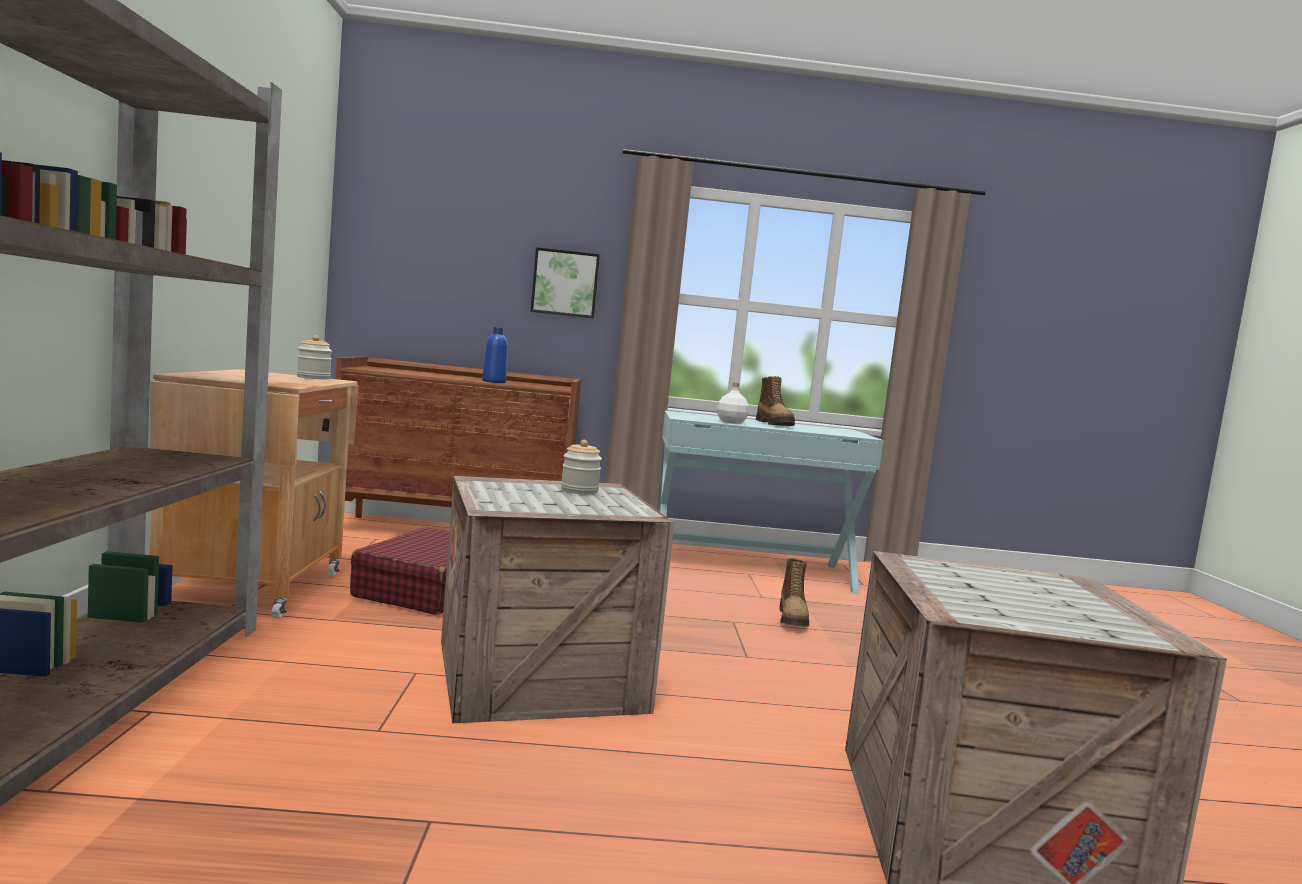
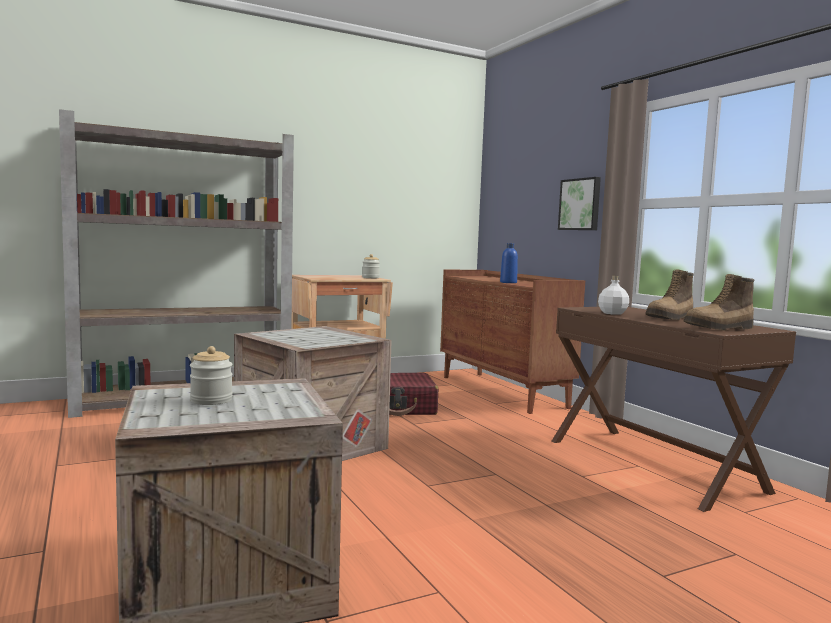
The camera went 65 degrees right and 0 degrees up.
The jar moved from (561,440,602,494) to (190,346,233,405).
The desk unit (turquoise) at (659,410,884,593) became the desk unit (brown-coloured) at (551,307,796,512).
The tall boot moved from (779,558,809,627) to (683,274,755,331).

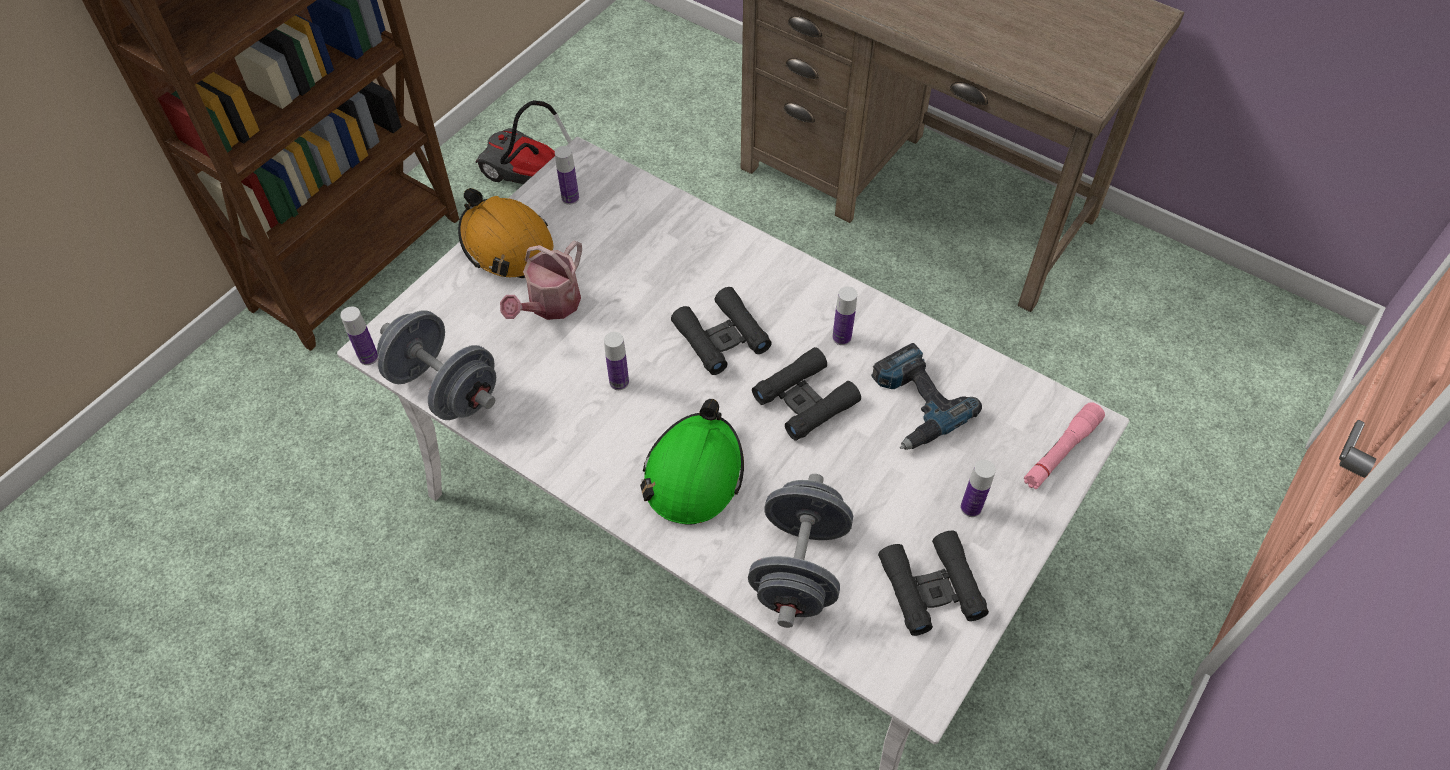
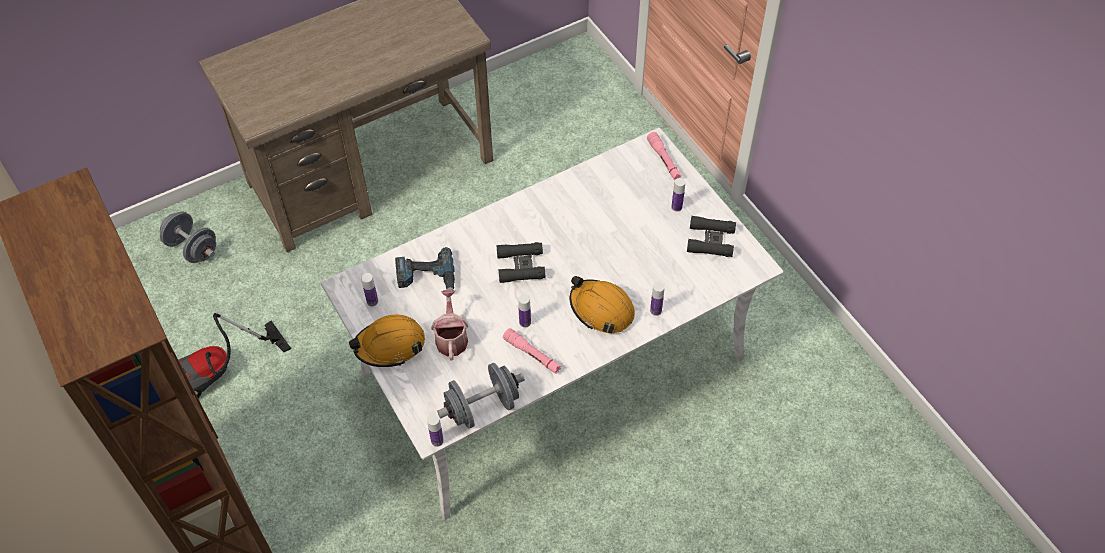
The camera went 65 degrees left and 0 degrees up.
The sprinkling can at (500,241,582,320) turned 150 degrees counterclockwise.
The hard hat (greenish) at (640,399,744,524) became the hard hat (orange-coloured) at (570,276,635,334).
The hand weight (grey) moved from (748,474,853,628) to (160,211,216,263).
The pair of binoculars (blackish) at (752,347,861,441) disappeared.
The bottle moved from (832,286,857,345) to (650,282,665,316).
The electric drill moved from (871,343,982,450) to (395,247,455,290).
The hand torch (pink) at (503,328,561,374) appeared.

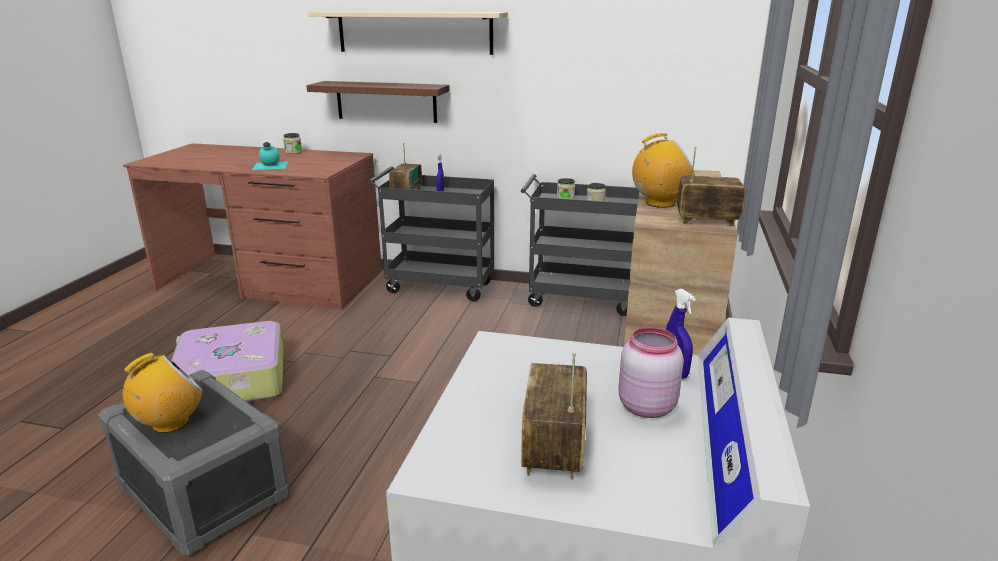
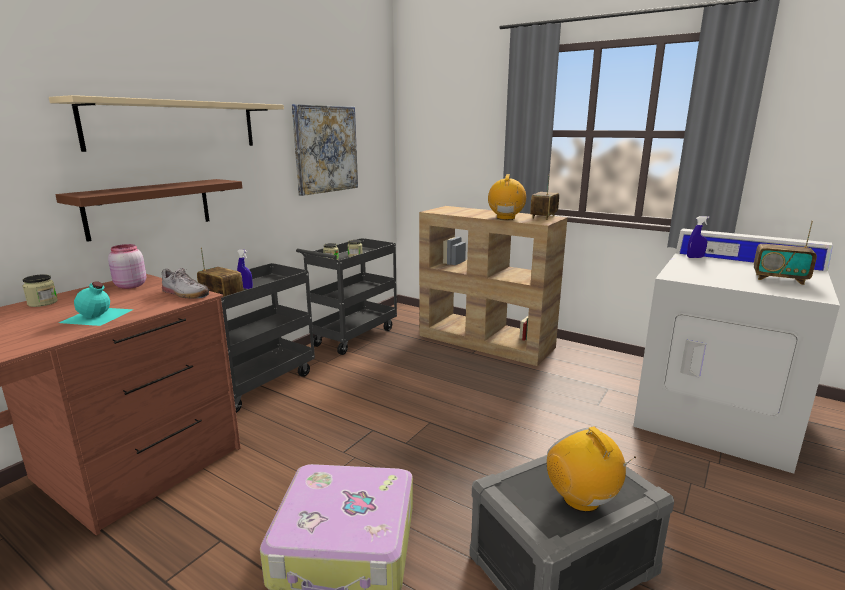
The camera went 70 degrees left and 5 degrees down.
The jar (pink) moved from (618,327,684,418) to (108,244,146,289).
The low shoe at (162,268,209,298) appeared.
The wall picture at (292,104,358,196) appeared.

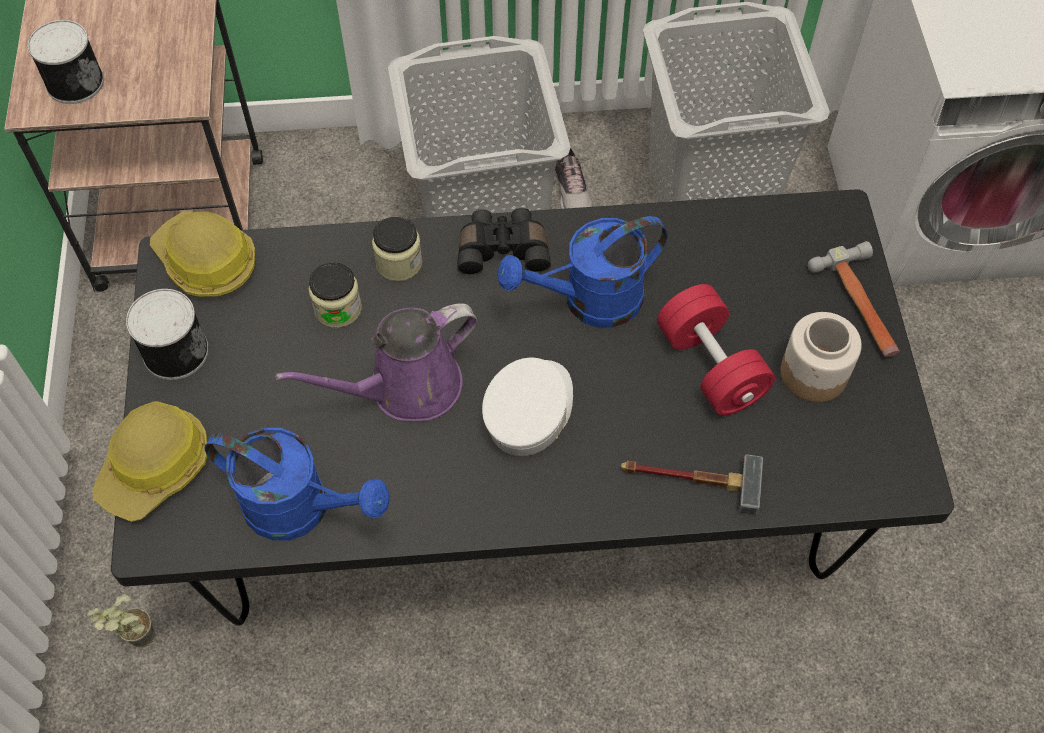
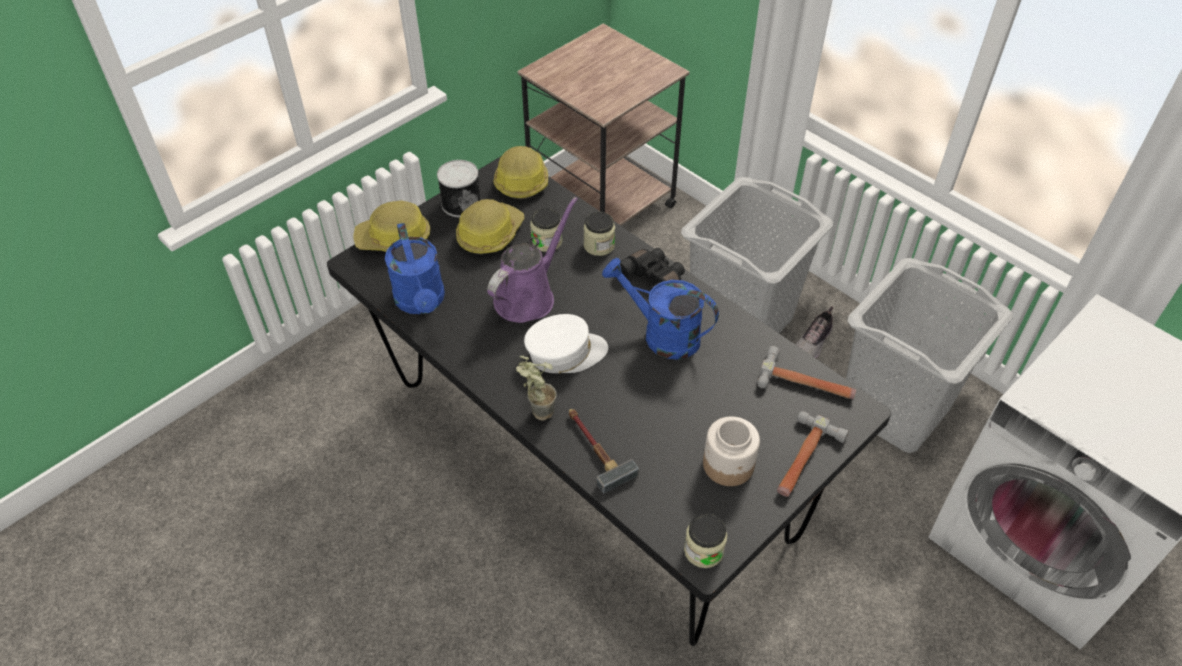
The camera went 50 degrees right and 10 degrees down.
The can at (27,20,104,104) disappeared.
The potted plant moved from (87,594,155,647) to (516,356,557,421).
The sprinkling can (purple-coloured) at (275,303,478,421) turned 105 degrees clockwise.
The hand weight (reddish) at (657,284,775,416) disappeared.
The hard hat at (456,199,524,254) appeared.
The jar at (684,513,727,568) appeared.
The tool hammer at (757,346,856,399) appeared.

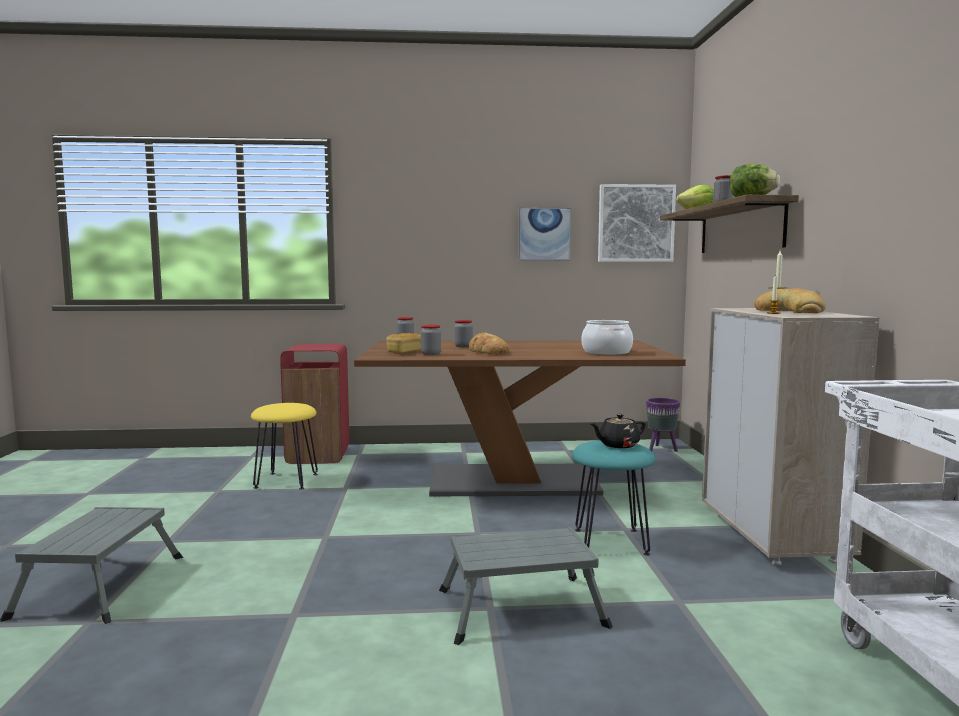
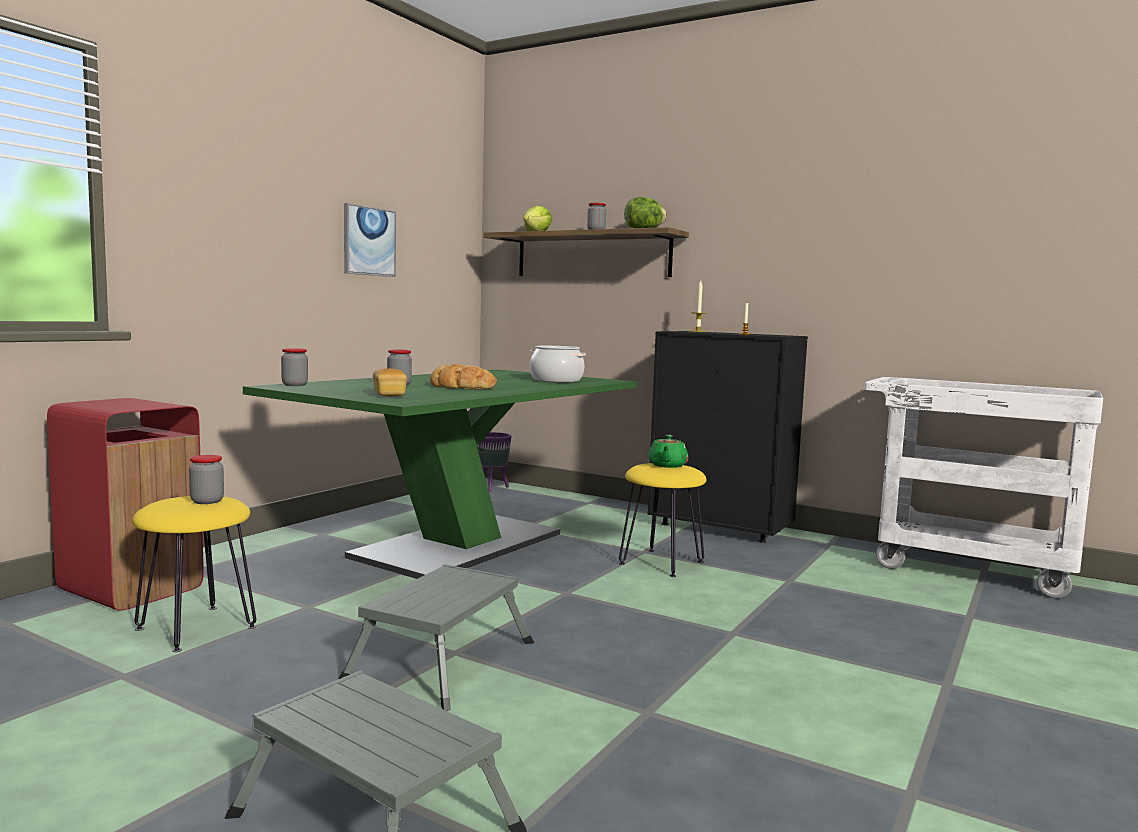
The camera went 55 degrees left and 0 degrees up.
The dinner table (brown-coloured) at (354,340,686,496) became the dinner table (greenish) at (243,370,637,579).
The jar moved from (421,325,441,355) to (189,455,224,504).
The step stool (grey) moved from (439,527,613,645) to (339,564,534,711).
The stool (turquoise) at (572,440,655,556) became the stool (yellow) at (619,463,706,577).
The tea pot (blackish) at (590,414,645,448) became the tea pot (greenish) at (648,435,688,468).
The wall picture at (598,184,676,262) disappeared.
The storage cabinet (beige) at (702,308,879,565) became the storage cabinet (blackish) at (648,331,808,543).
The bread at (754,288,826,314) disappeared.

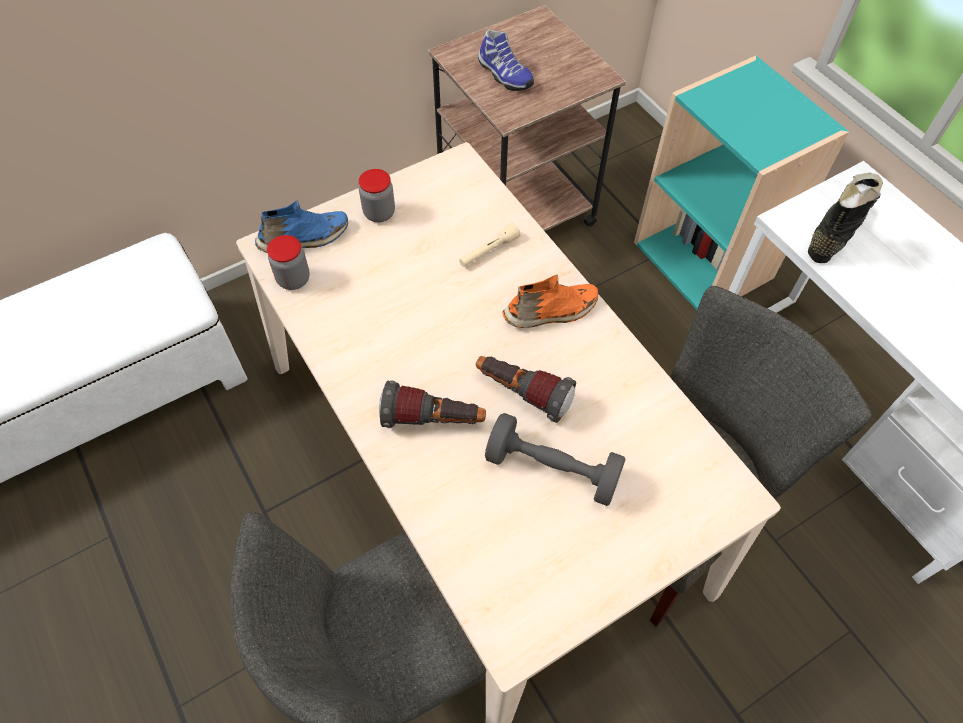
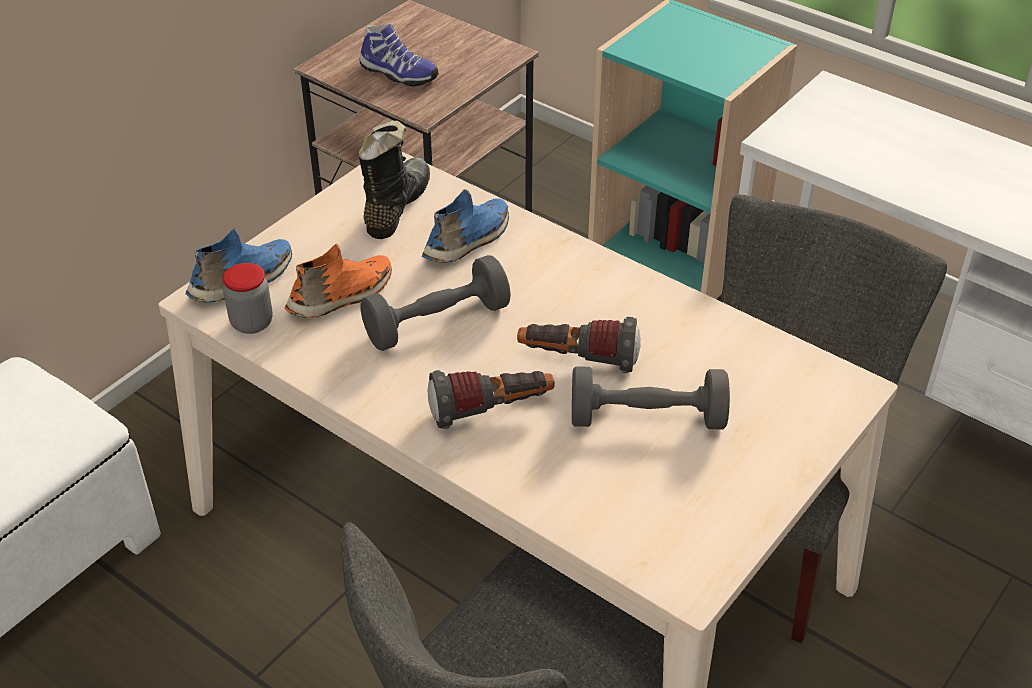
The camera went 20 degrees left and 15 degrees down.
The jar at (359,169,395,222) disappeared.
The hand torch (beige) at (459,223,520,267) was replaced by the low shoe (blue-coloured) at (422,189,509,263).
The low shoe (orange-coloured) moved from (502,275,598,328) to (285,243,392,318).
The tall boot (blackish) moved from (808,172,883,263) to (358,121,430,239).
The hand weight (grey) at (360,255,511,351) appeared.

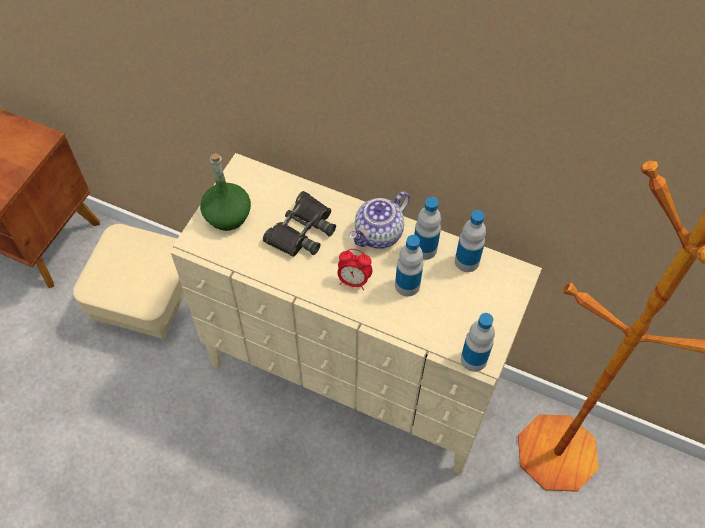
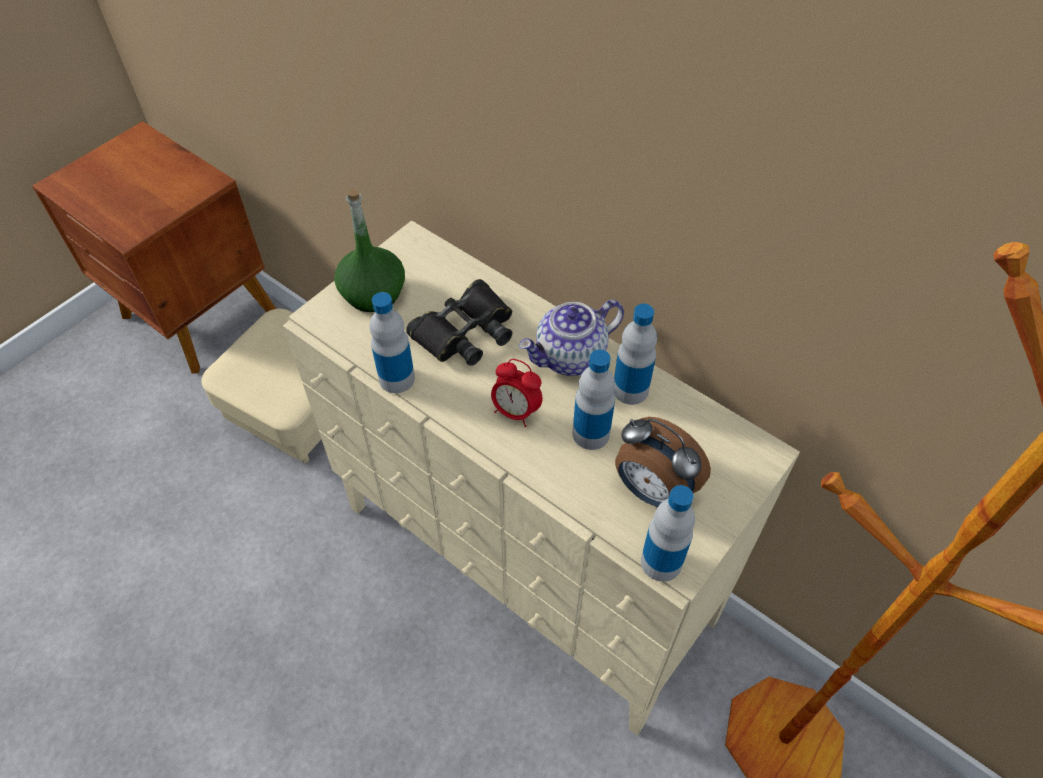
The camera went 15 degrees right and 5 degrees down.
The bottle moved from (455,210,486,272) to (369,292,415,393).
The bedside clock at (615,417,711,507) appeared.

